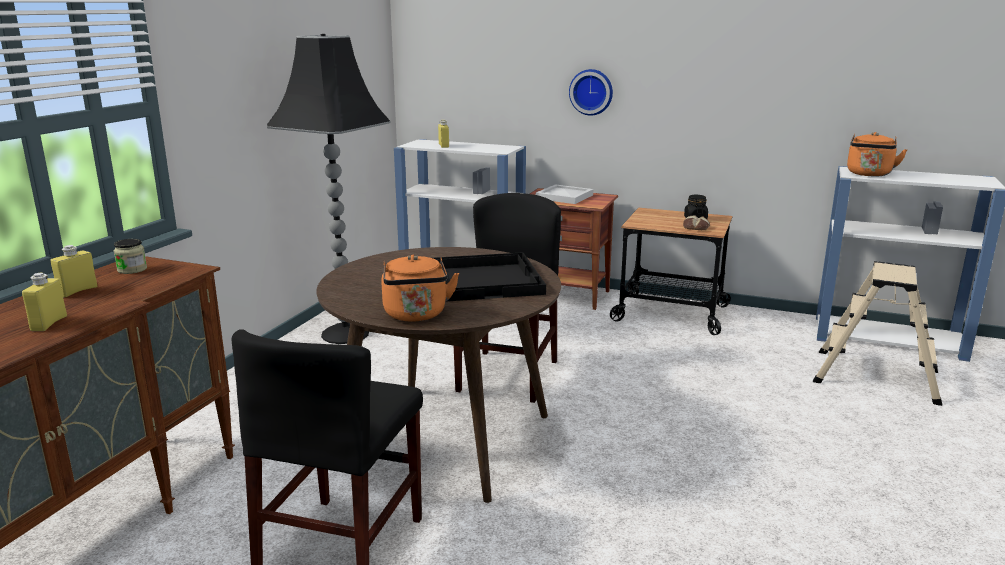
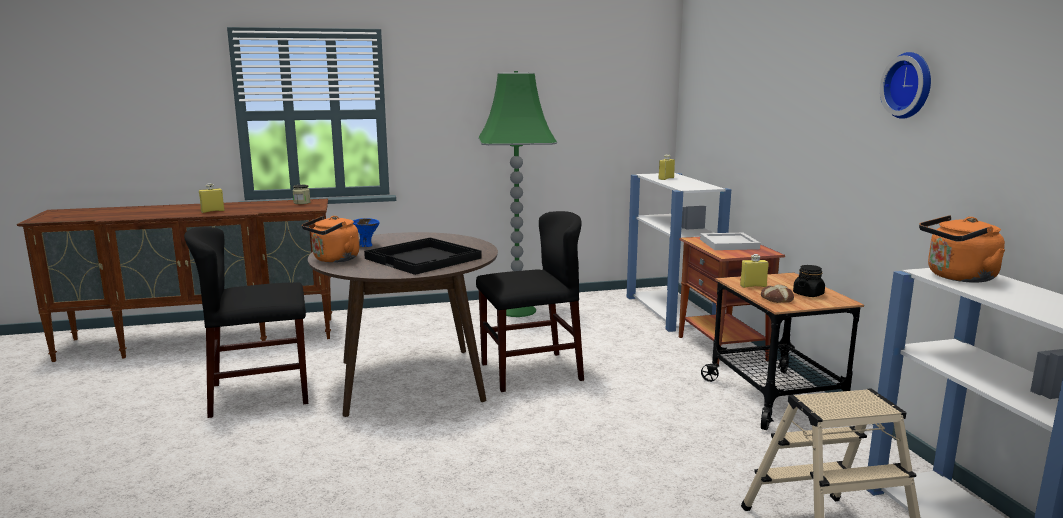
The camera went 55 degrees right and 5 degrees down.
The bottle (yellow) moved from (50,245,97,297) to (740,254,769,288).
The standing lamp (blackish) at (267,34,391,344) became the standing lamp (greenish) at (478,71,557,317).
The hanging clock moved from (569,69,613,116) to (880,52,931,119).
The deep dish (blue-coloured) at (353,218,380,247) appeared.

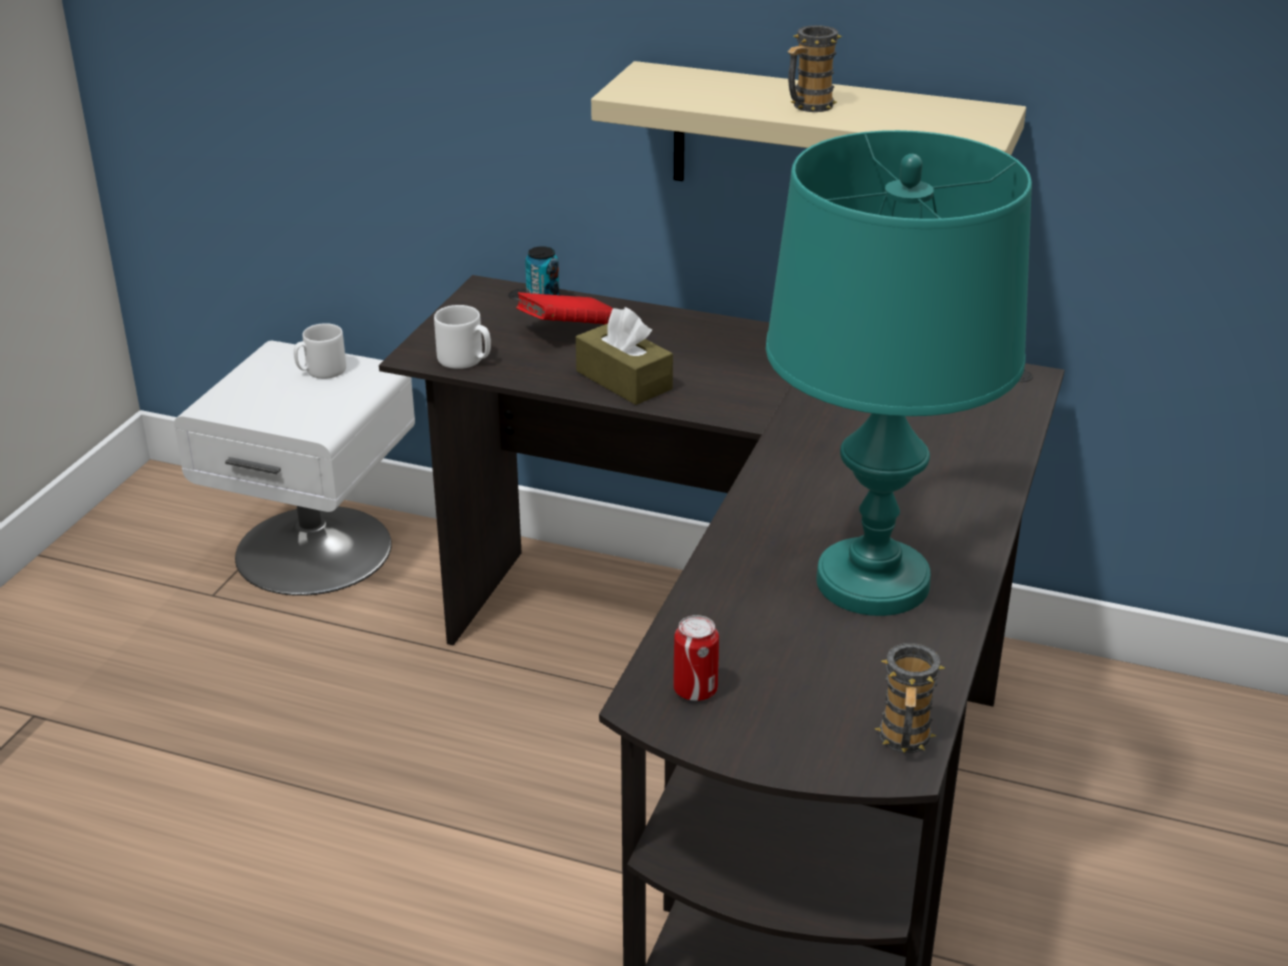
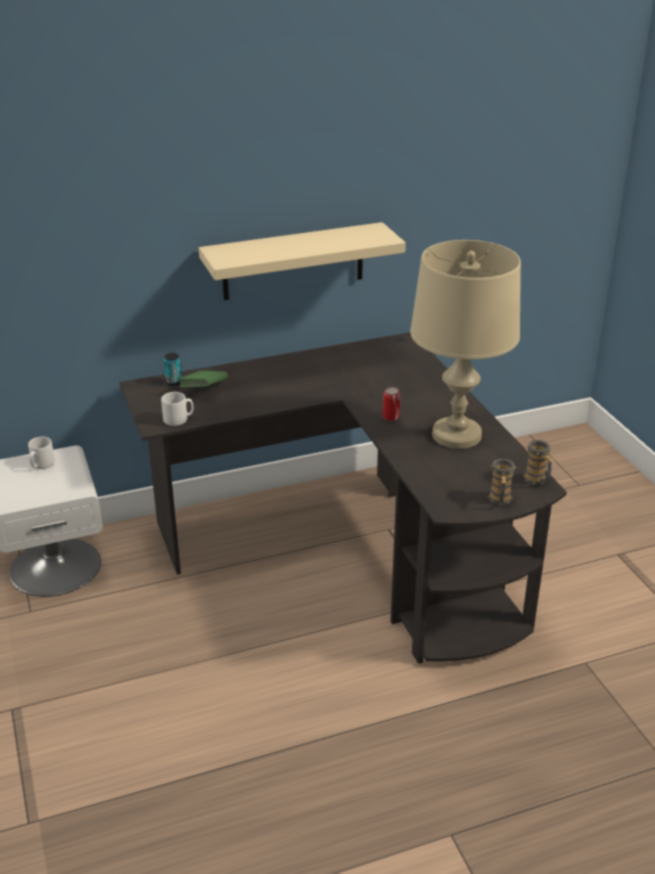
The camera went 40 degrees left and 0 degrees up.
The book (reddish) at (516,292,613,325) became the book (greenish) at (178,371,228,387).
The tissue box (brown-coloured) at (576,307,673,405) disappeared.
The can moved from (673,615,719,701) to (382,387,400,421).
The tabletop lamp (turquoise) at (766,130,1032,616) became the tabletop lamp (beige) at (410,240,521,449).
The coffee mug moved from (788,25,842,112) to (487,459,516,505).

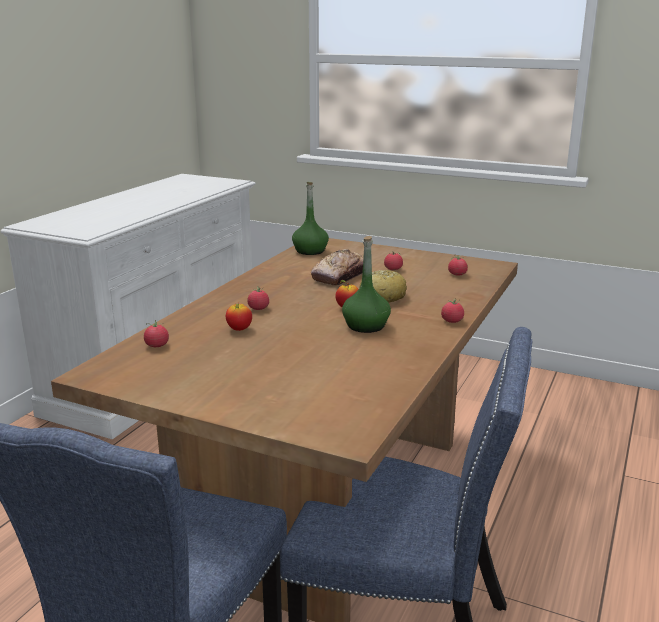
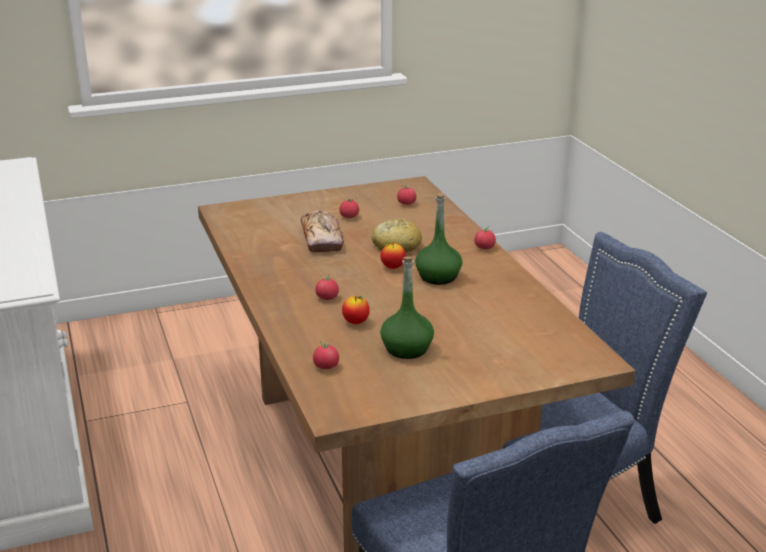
The camera went 45 degrees left and 5 degrees up.
The bottle (greenish) moved from (292,182,329,255) to (380,257,434,359).

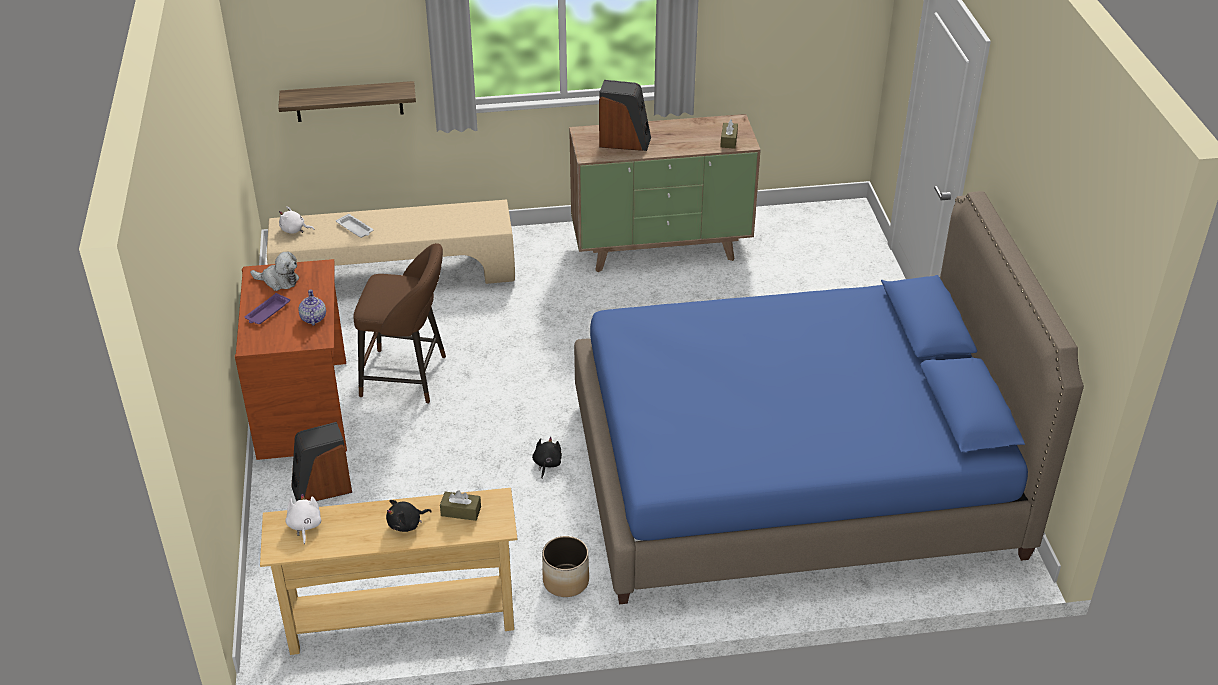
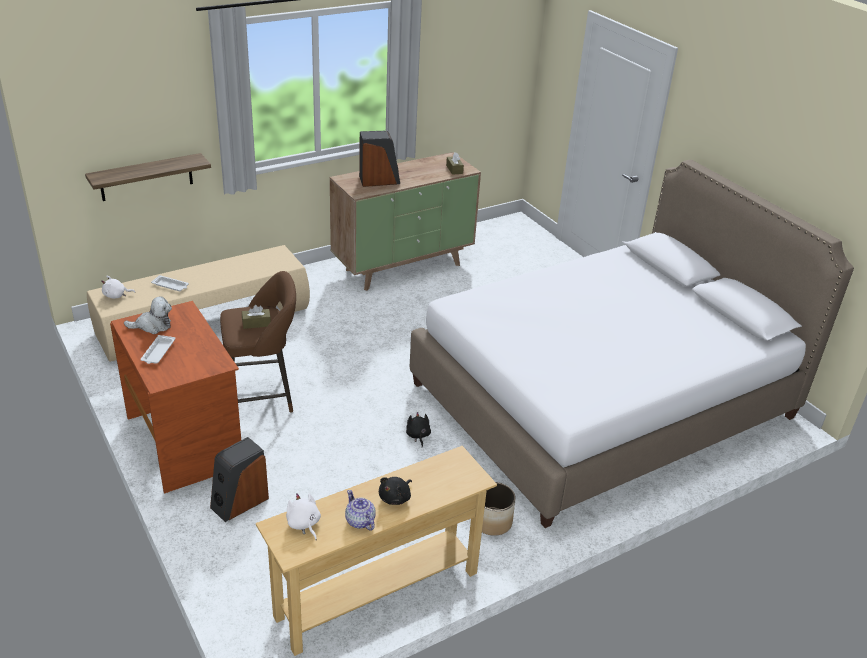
The camera went 25 degrees left and 5 degrees down.
The tray (purple-coloured) at (245,293,290,324) became the tray (white) at (140,335,175,364).
The tea pot moved from (298,290,326,325) to (345,490,376,531).
The tissue box (brown-coloured) moved from (440,490,481,521) to (242,305,271,329).
The bedroom bed (blue-coloured) at (574,191,1084,605) became the bedroom bed (white) at (410,160,854,528).

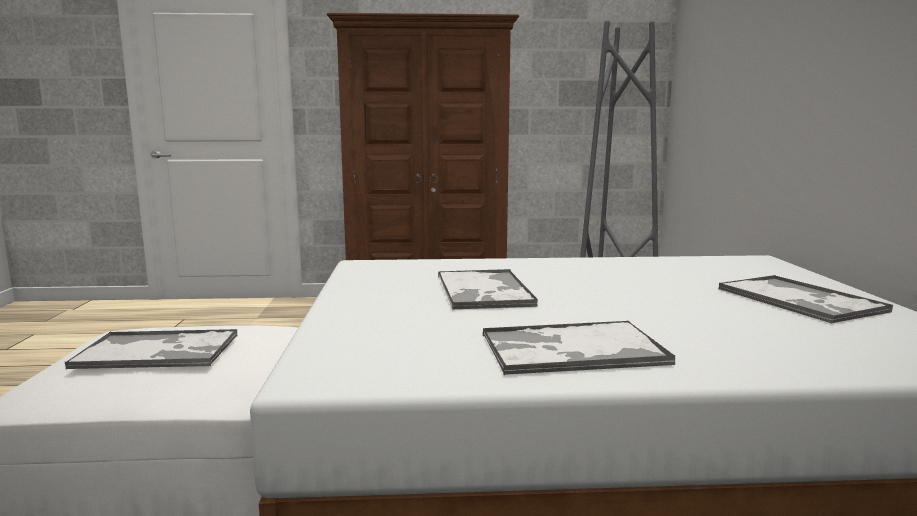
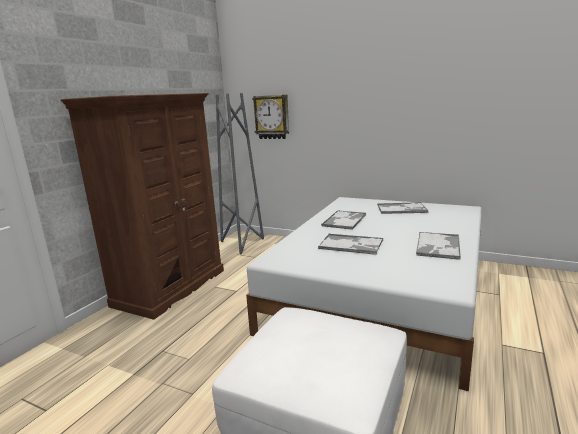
The camera went 60 degrees left and 5 degrees up.
The tray moved from (65,329,237,369) to (321,210,366,230).
The hanging clock at (252,95,289,139) appeared.

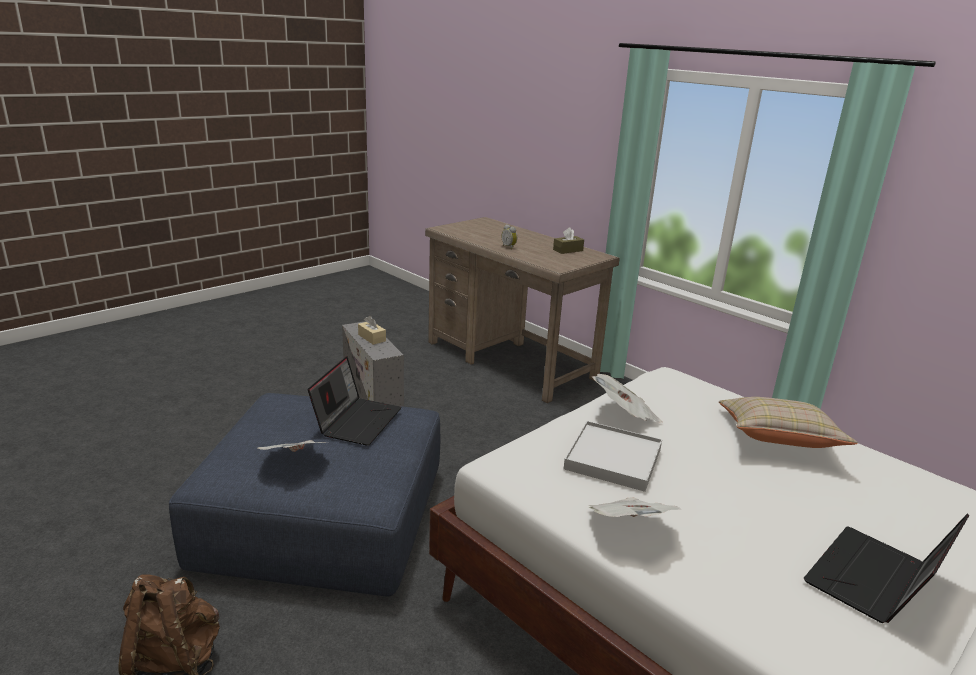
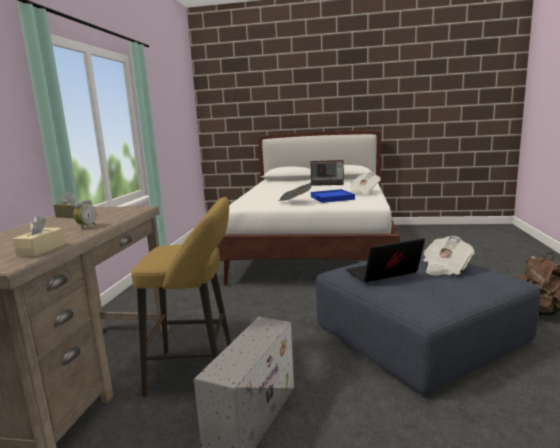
The camera went 125 degrees left and 10 degrees down.
The tissue box (beige) moved from (358,316,386,345) to (13,216,65,257).
The tray (white) at (564,421,662,492) became the tray (blue-coloured) at (311,189,355,203).
The pillow (beige) at (719,397,858,448) disappeared.
The stool (yellow) at (132,197,231,397) appeared.

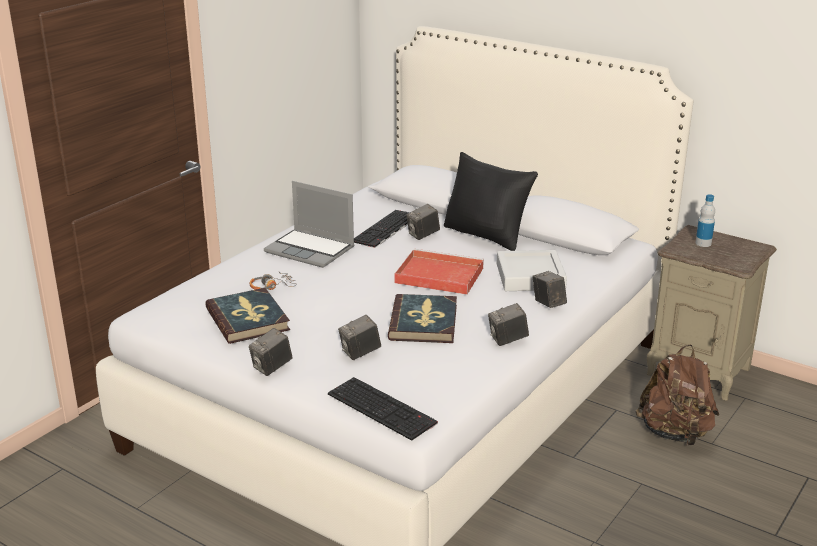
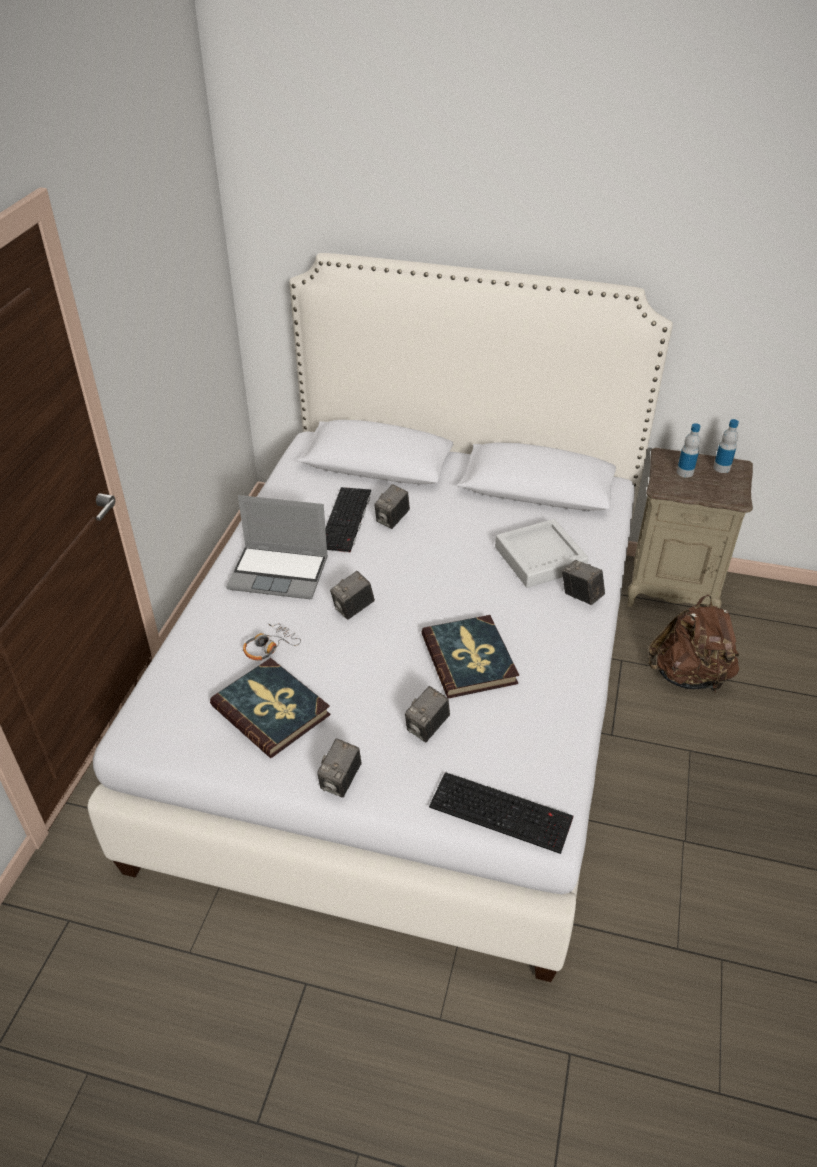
The camera went 20 degrees left and 15 degrees up.
The tray (reddish) at (395,249,484,295) disappeared.
The pillow (blackish) at (444,152,538,251) disappeared.
The still camera moved from (488,303,529,346) to (330,571,375,620).
The bottle at (713,419,739,473) appeared.

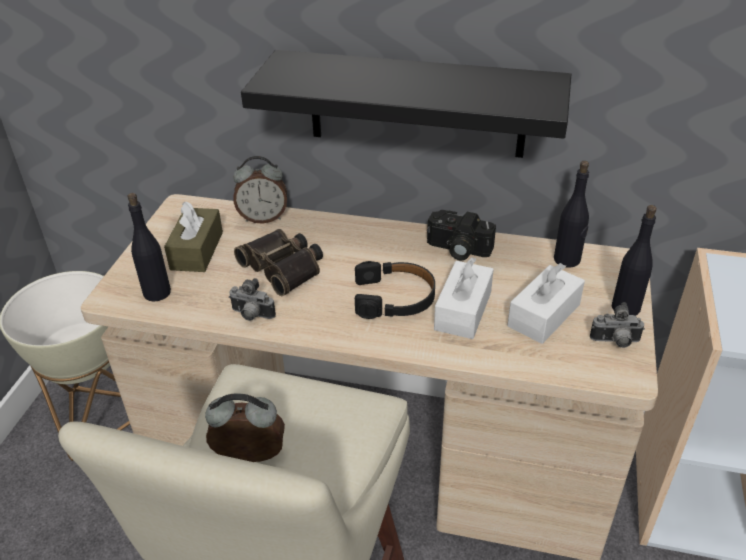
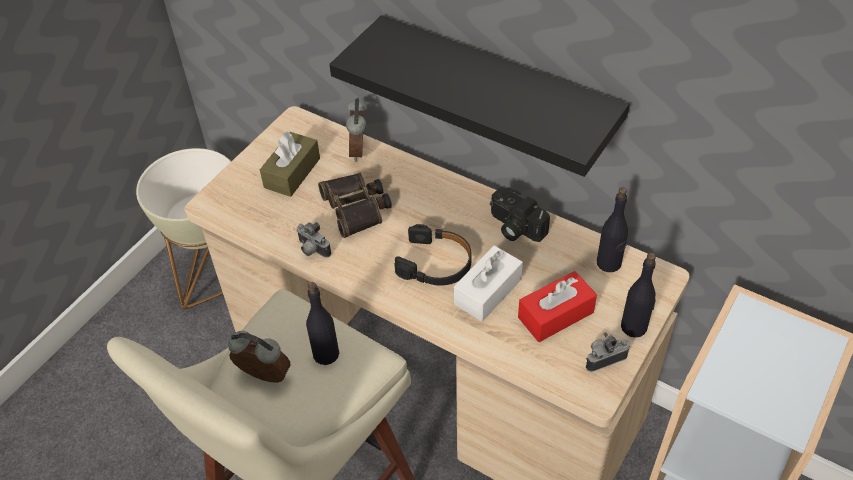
The camera went 20 degrees right and 10 degrees up.
The bottle (blackish) moved from (127,193,171,301) to (306,282,339,365).
The bedside clock at (233,156,287,224) turned 75 degrees clockwise.
The tissue box (white) at (507,263,585,344) became the tissue box (reddish) at (518,271,597,342).
The still camera at (590,302,645,348) turned 135 degrees clockwise.

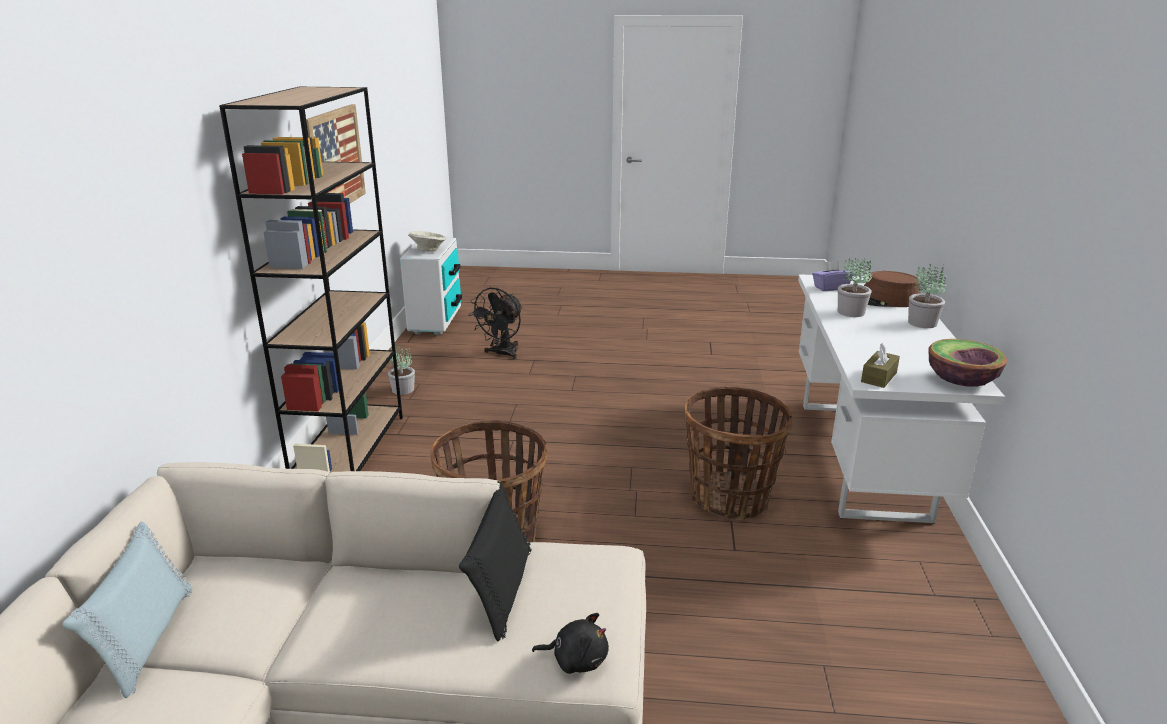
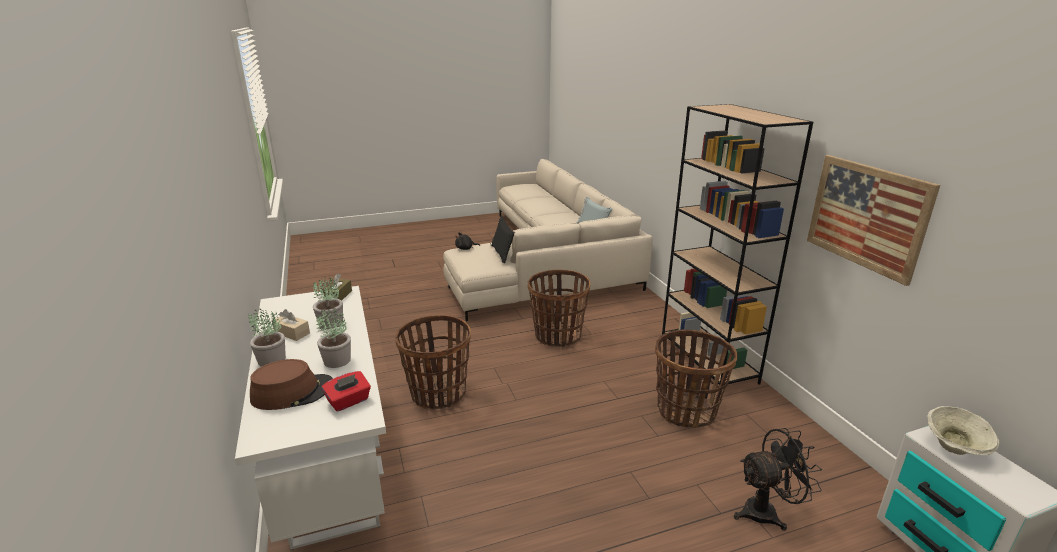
The camera went 155 degrees right and 0 degrees up.
The potted plant moved from (388,343,415,395) to (313,275,343,329).
The cooling fan (blackish) at (468,288,523,359) turned 75 degrees clockwise.
The tissue box (purple-coloured) at (812,261,853,291) became the tissue box (reddish) at (322,371,371,412).
The deep dish at (928,339,1007,387) disappeared.
The tissue box (beige) at (272,309,310,341) appeared.
The household basket at (655,330,738,428) appeared.

